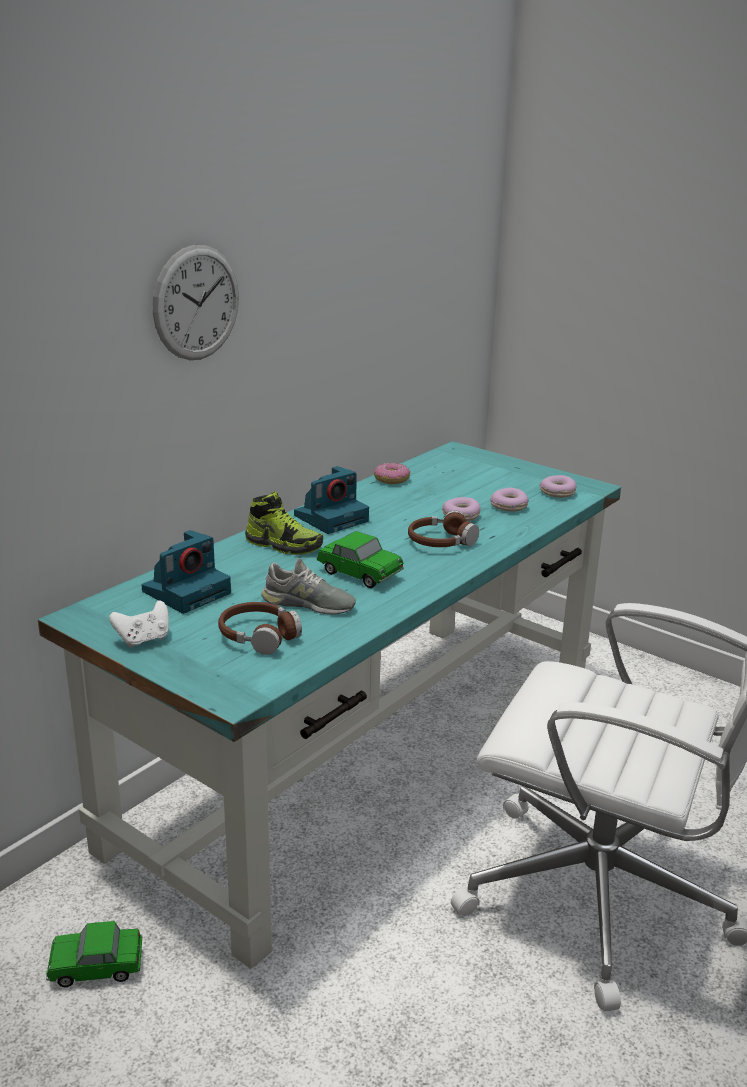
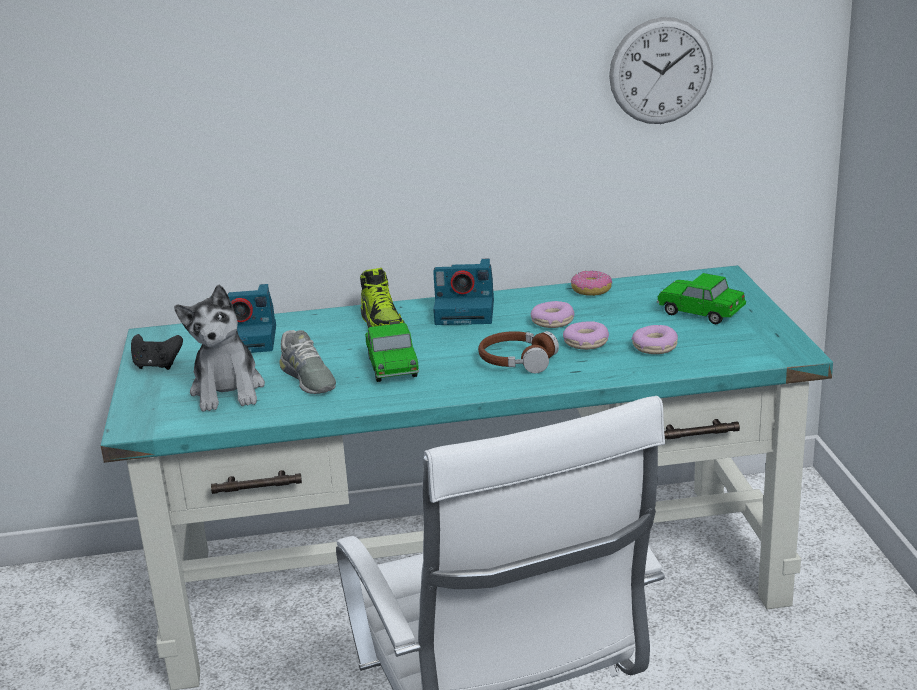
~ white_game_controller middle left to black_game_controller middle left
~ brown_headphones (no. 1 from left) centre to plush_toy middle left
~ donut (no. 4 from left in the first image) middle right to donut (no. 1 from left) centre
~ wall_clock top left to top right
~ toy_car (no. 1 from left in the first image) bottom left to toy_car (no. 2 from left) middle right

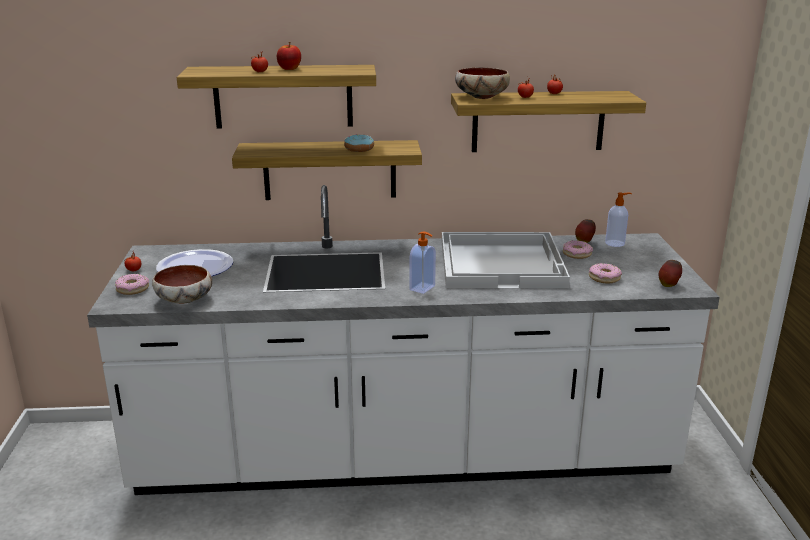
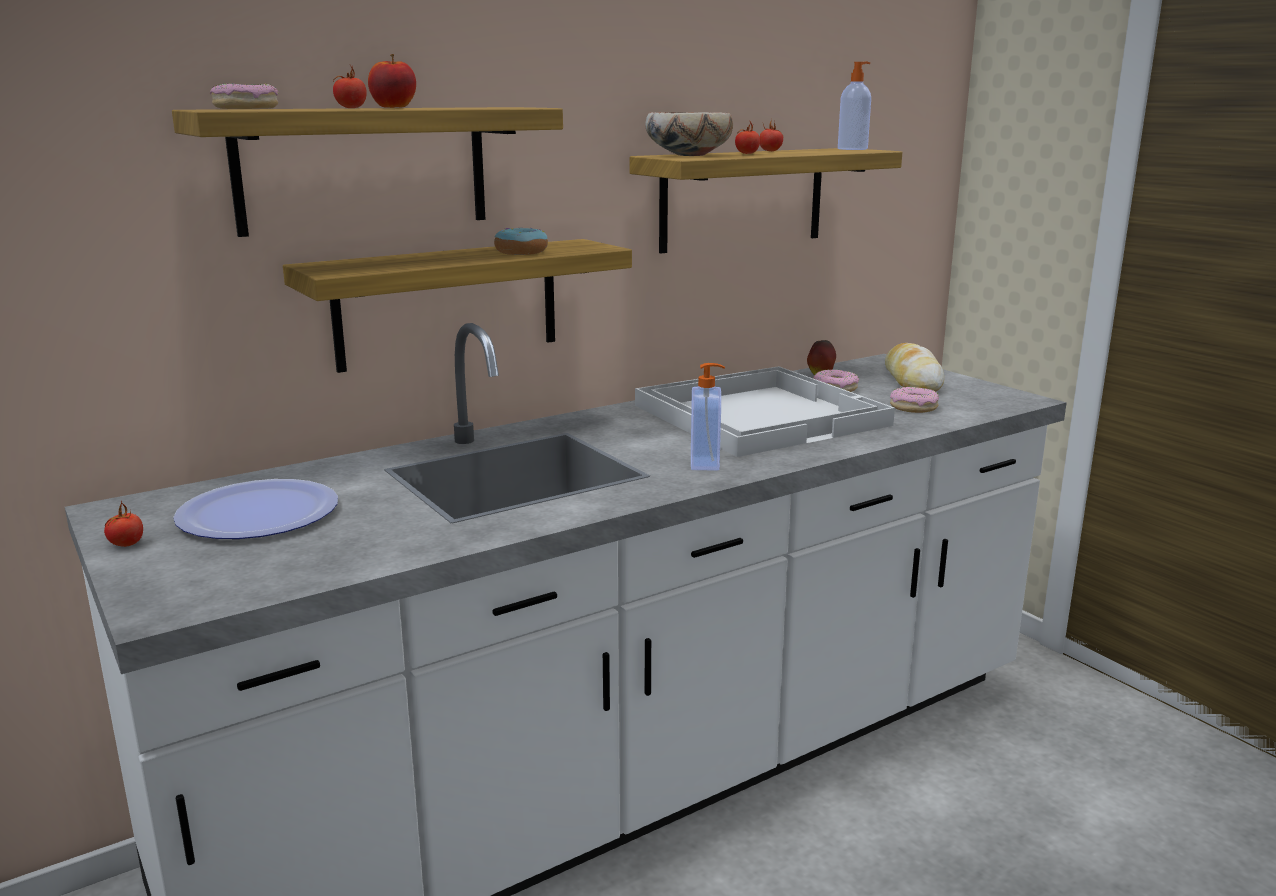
~ donut (no. 1 from left) middle left to top left
~ soap_dispenser (no. 2 from left) middle right to top right
+ bread middle right
- bowl (no. 1 from left) middle left
- apple (no. 3 from left) middle right

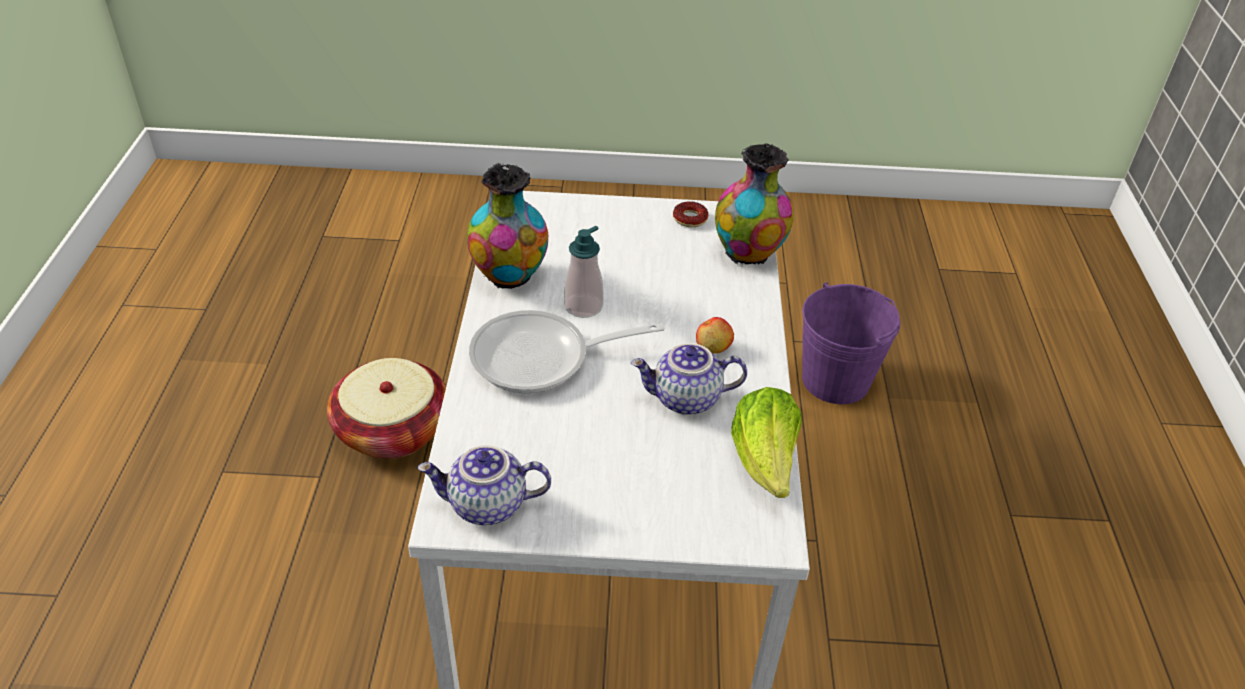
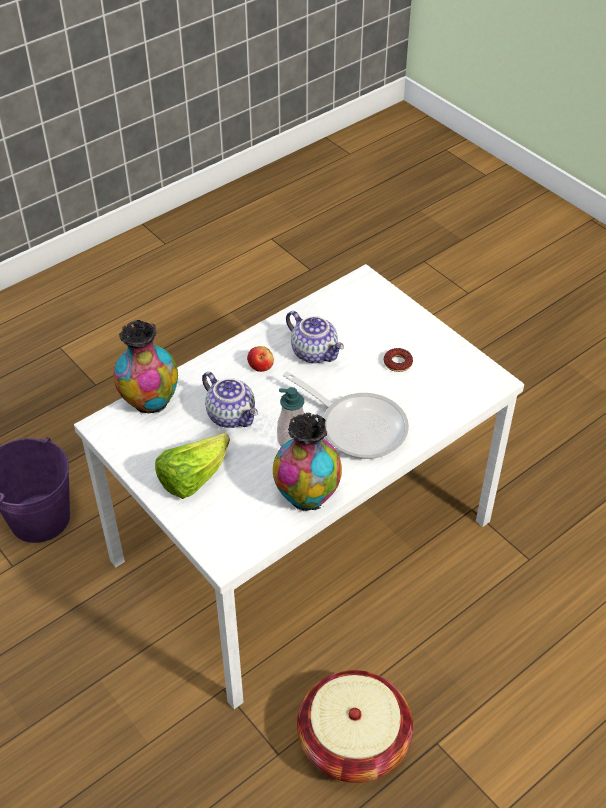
~ lettuce centre to middle left
~ teapot (no. 1 from left) bottom centre to centre
~ donut top centre to centre

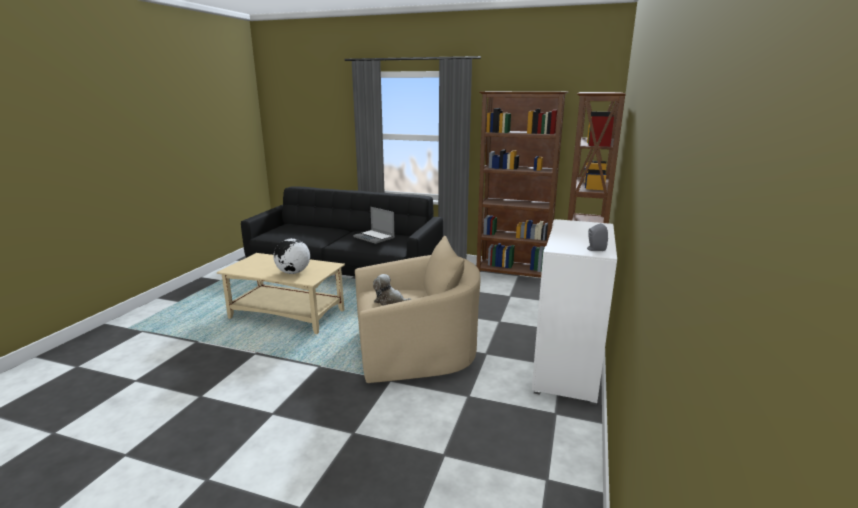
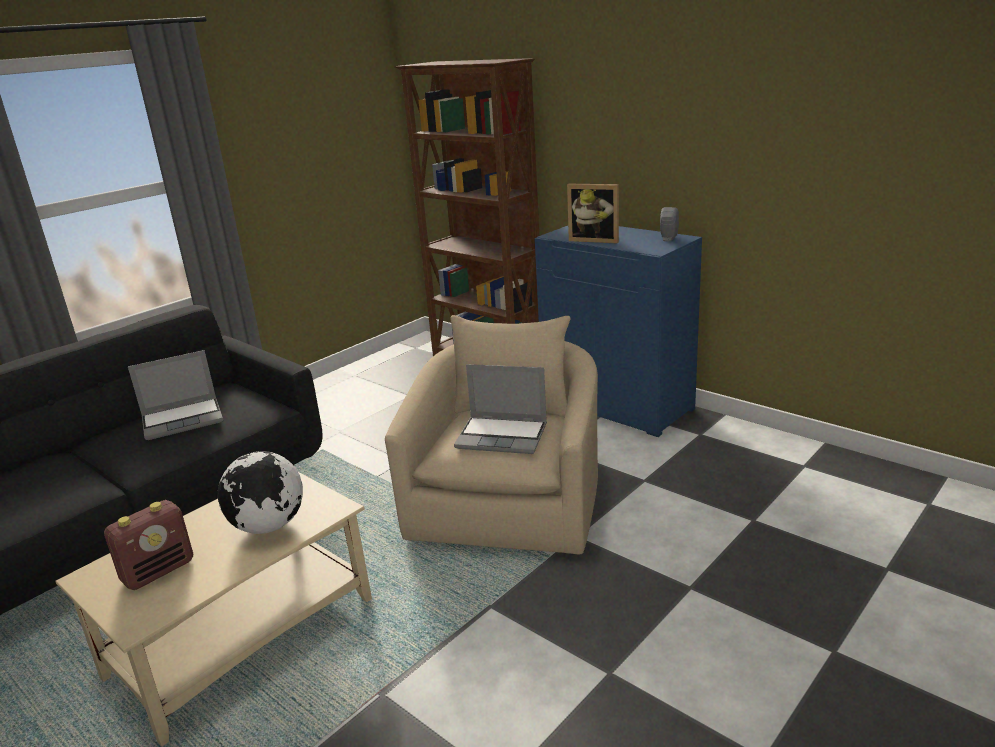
+ radio bottom left
~ plush_toy centre to laptop (no. 2 from left) centre
~ white_cabinet middle right to blue_cabinet centre
+ picture_frame top centre
- brown_bookcase (no. 1 from left) centre

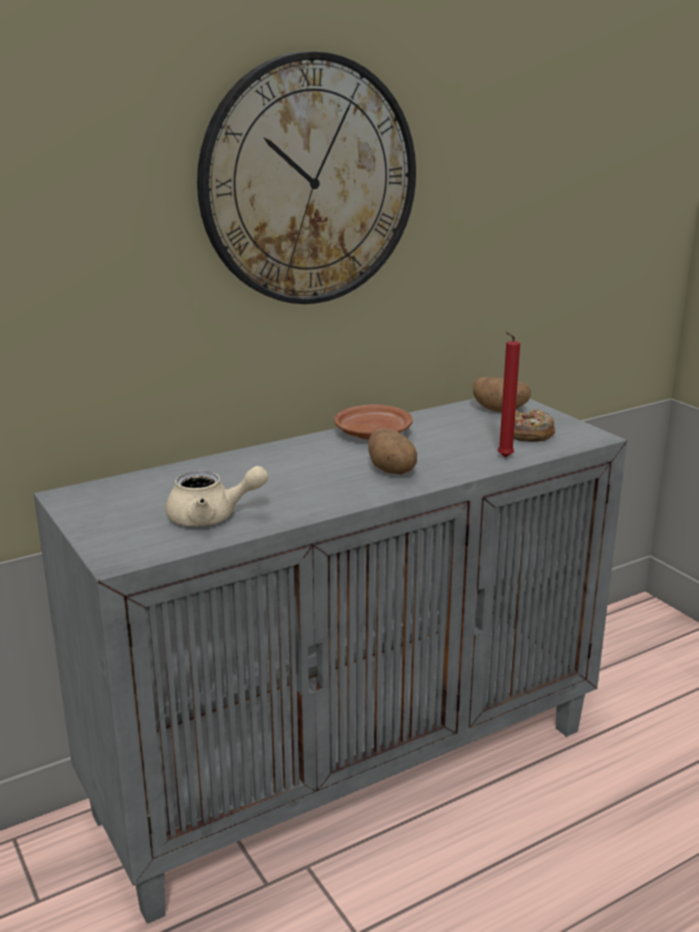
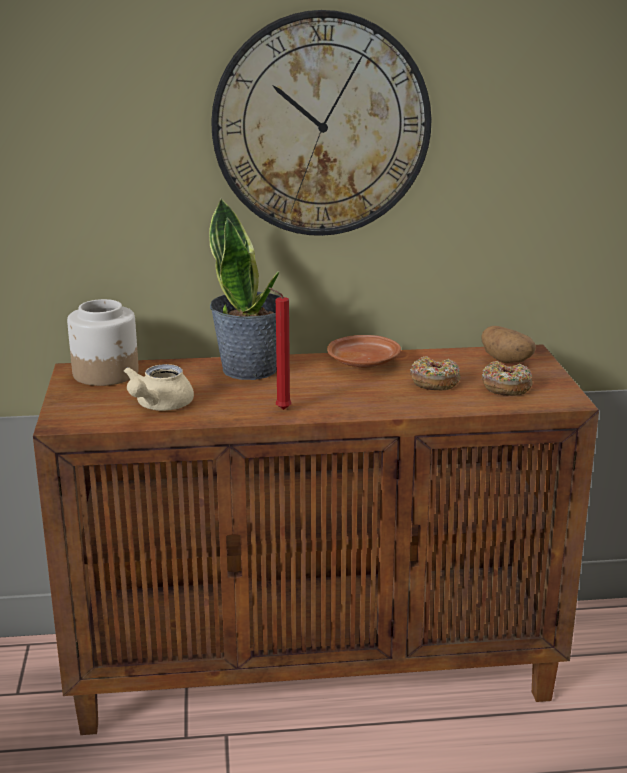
~ grey_cabinet bottom centre to brown_cabinet bottom centre
+ jar middle left
~ beige_teapot middle left = middle left 90 degrees clockwise
+ potted_plant centre
~ red_candle middle right to centre
+ donut (no. 1 from left) middle right
- potato (no. 1 from left) centre

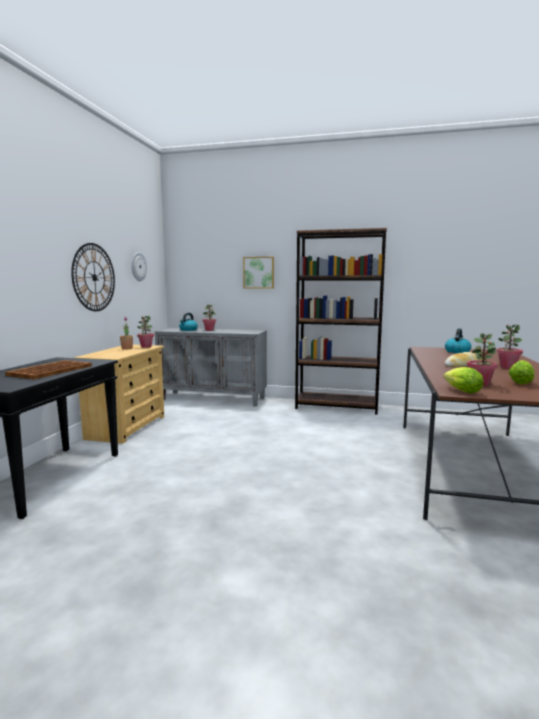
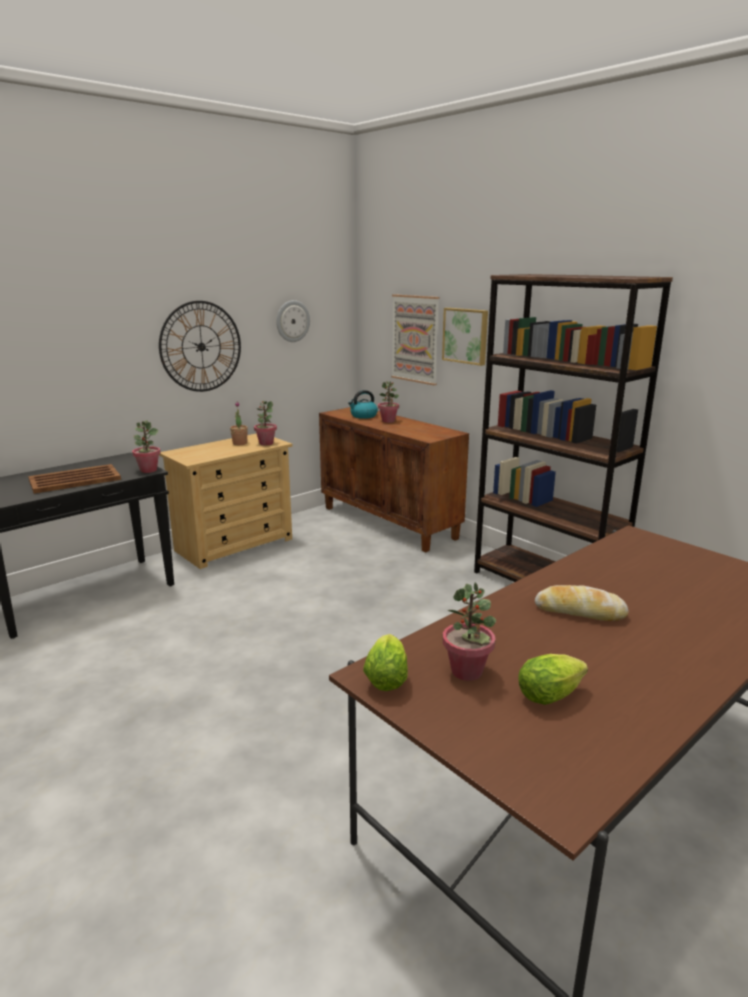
~ potted_plant (no. 5 from left in the first image) middle right to potted_plant (no. 1 from left) middle left
~ grey_cabinet centre to brown_cabinet centre
+ picture (no. 1 from left) centre
- kettle (no. 2 from left) middle right

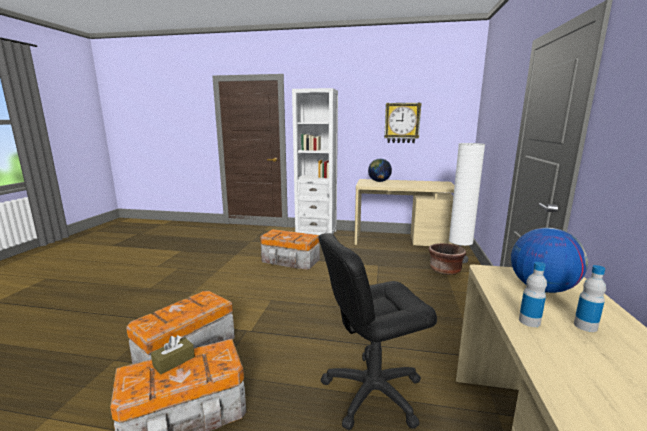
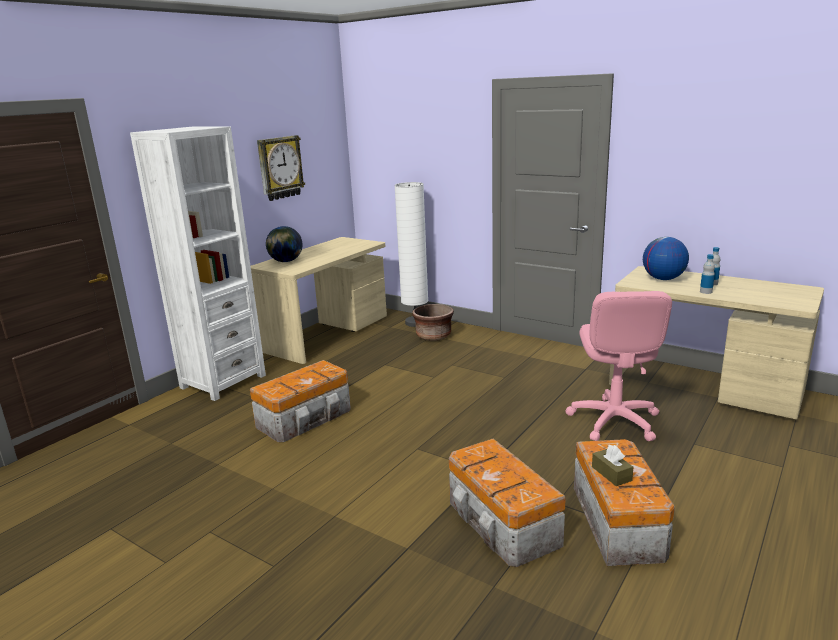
~ black_office_chair bottom centre to pink_office_chair middle right

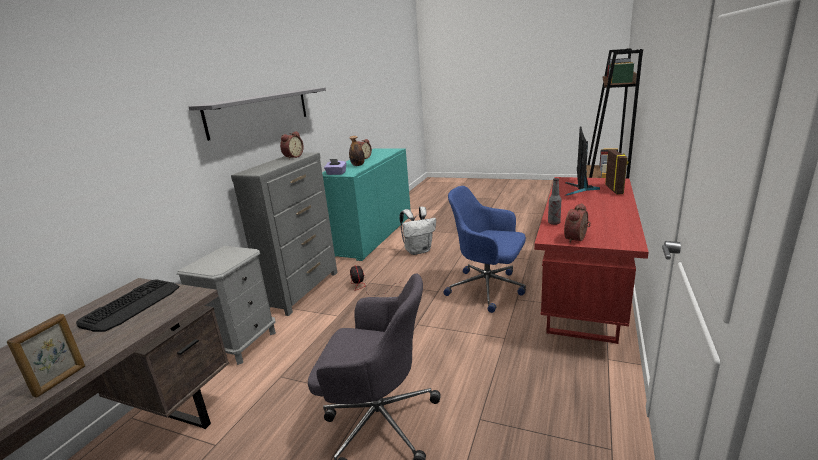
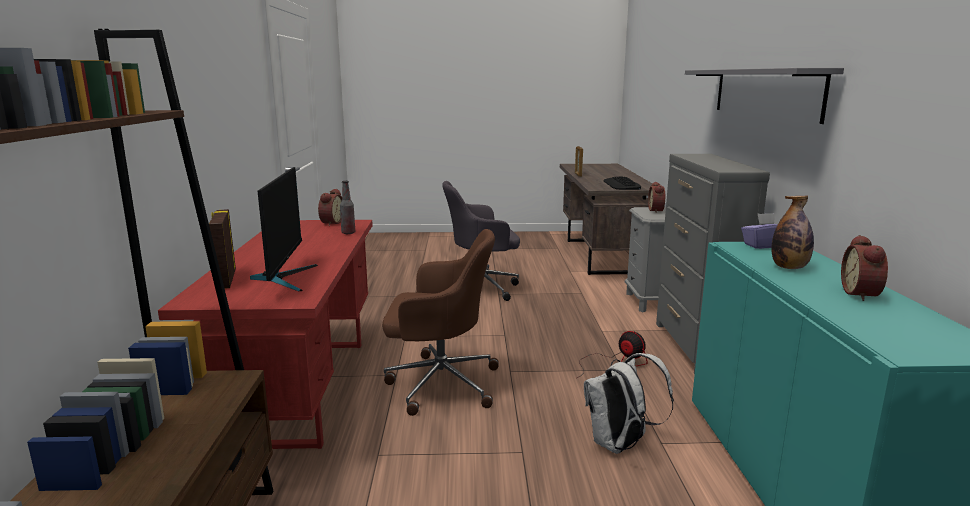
~ blue_office_chair centre to brown_office_chair centre
~ alarm_clock (no. 1 from left in the first image) top centre to alarm_clock (no. 2 from left) middle right

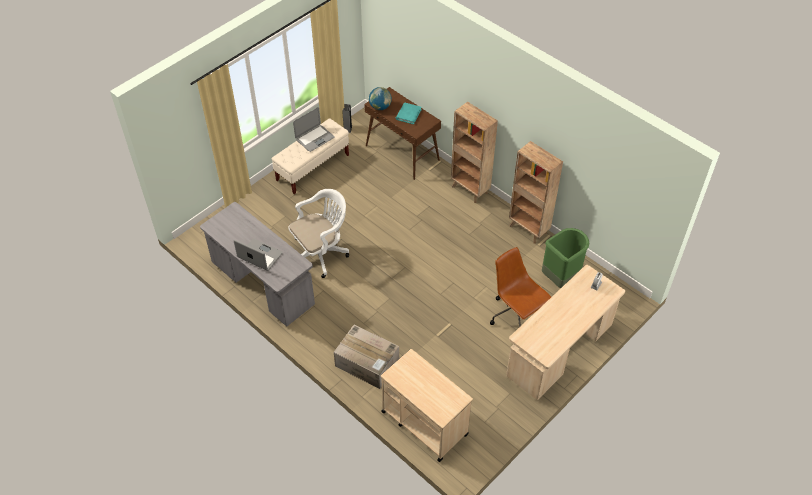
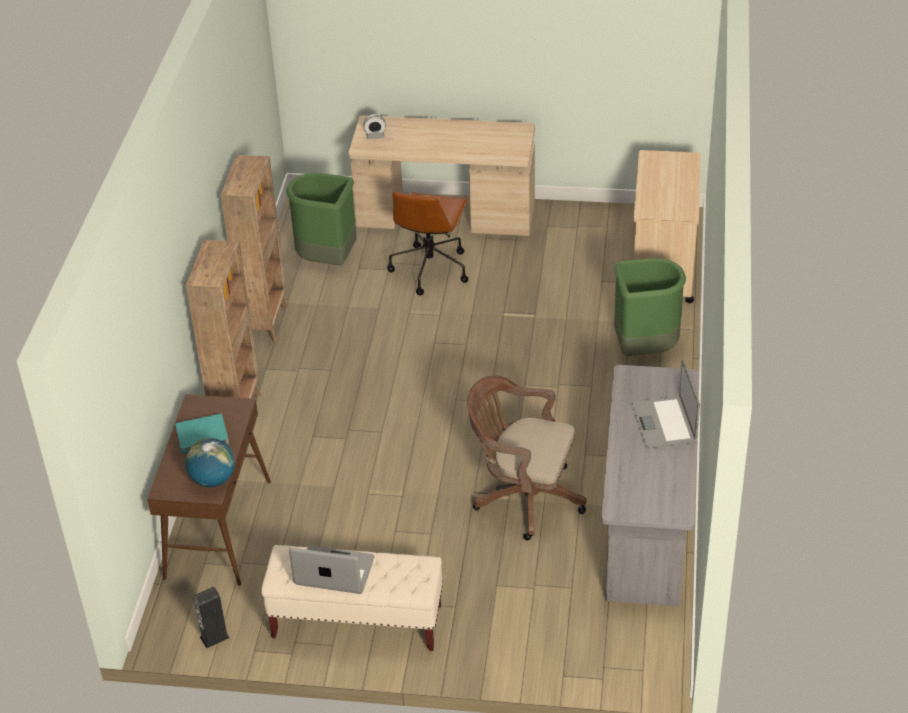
~ white_office_chair centre to brown_office_chair (no. 2 from left) centre
~ cardboard_box bottom centre to green_trash_can (no. 2 from left) middle right

